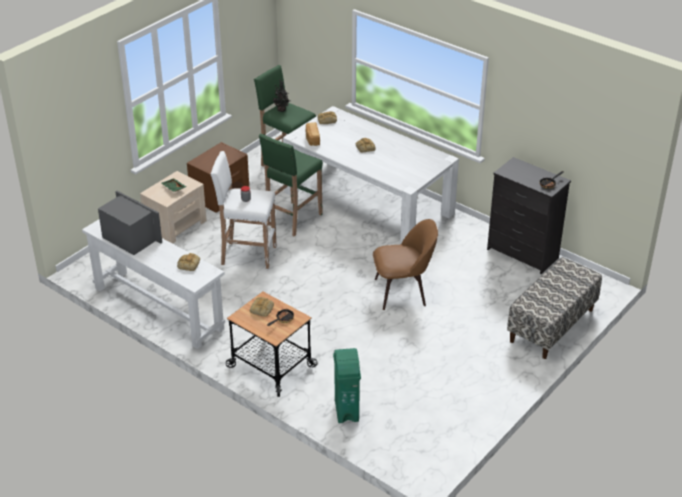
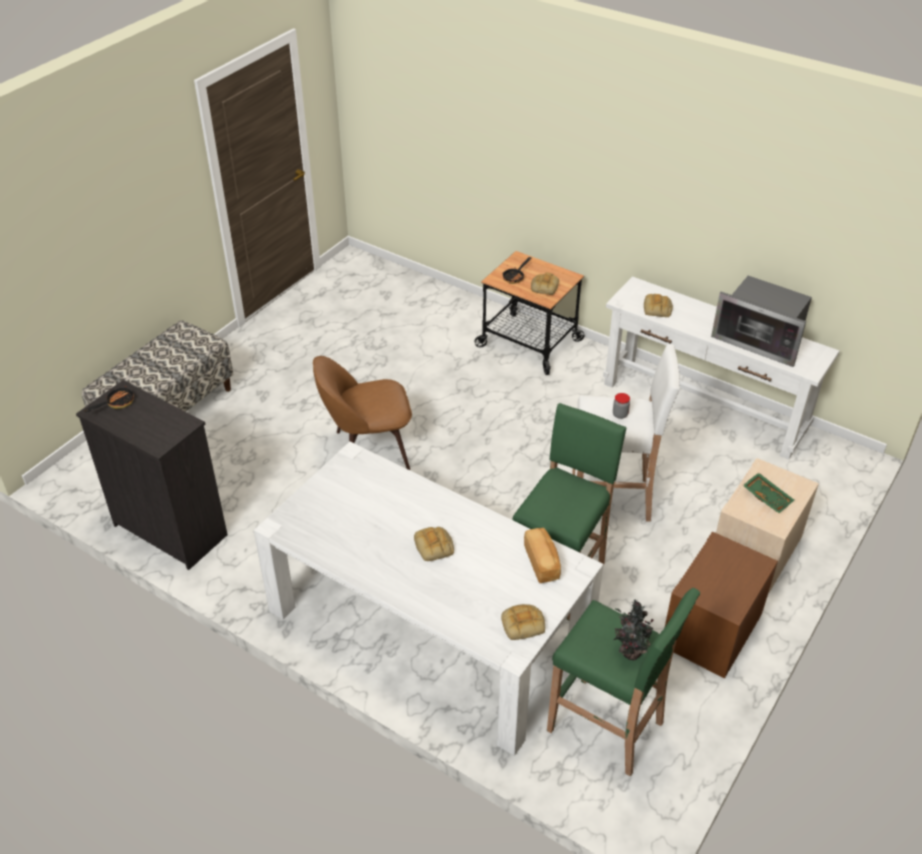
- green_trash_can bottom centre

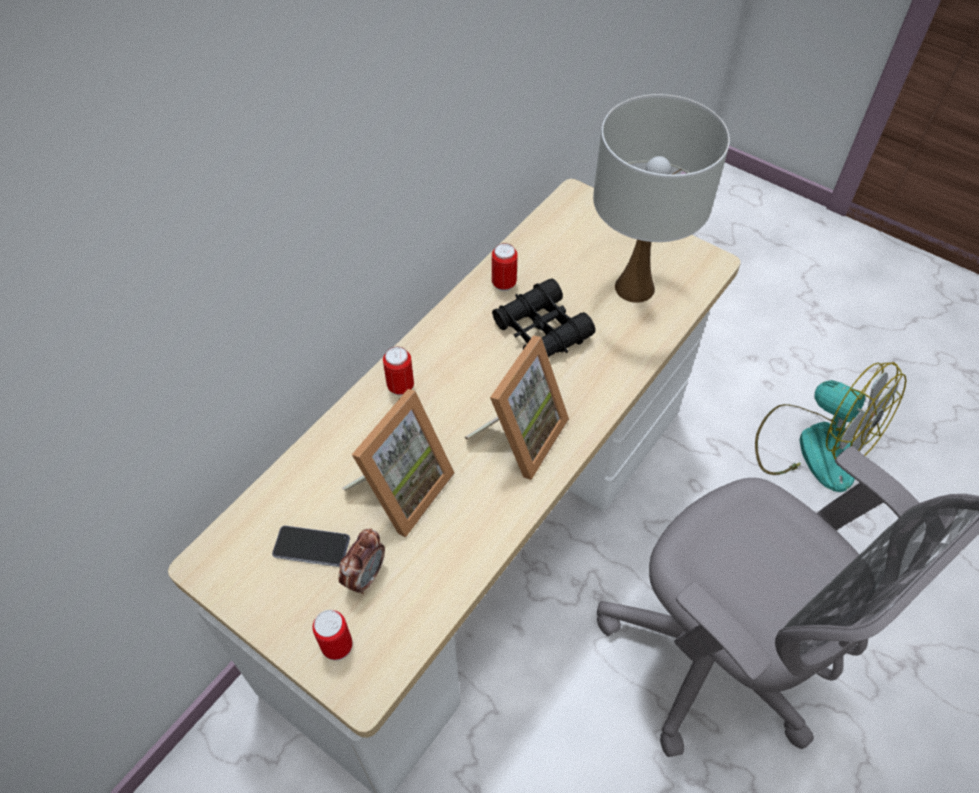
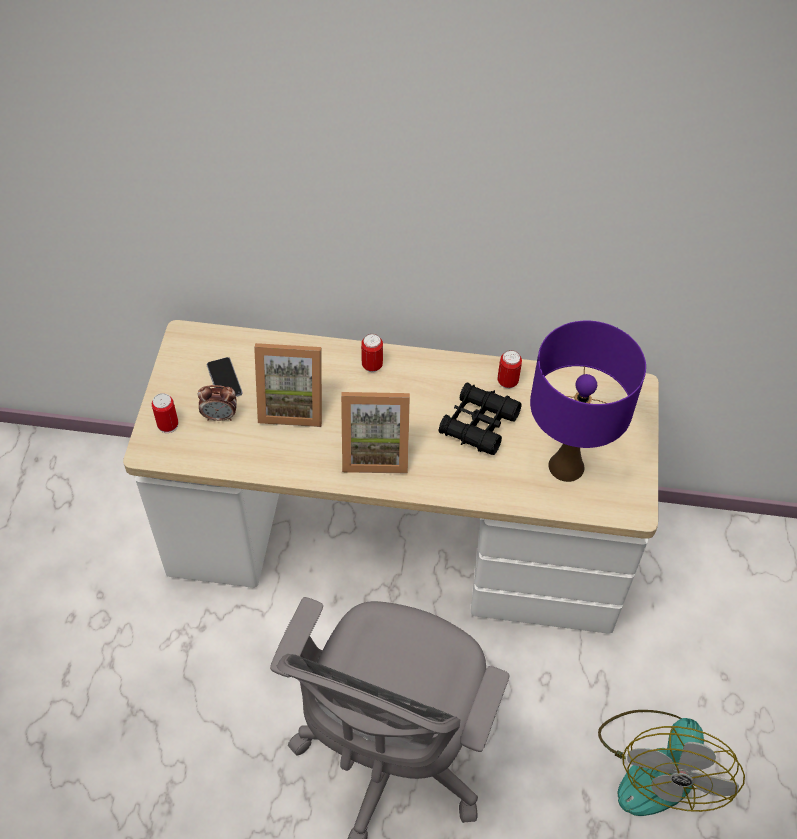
~ white_table_lamp top right to purple_table_lamp middle right

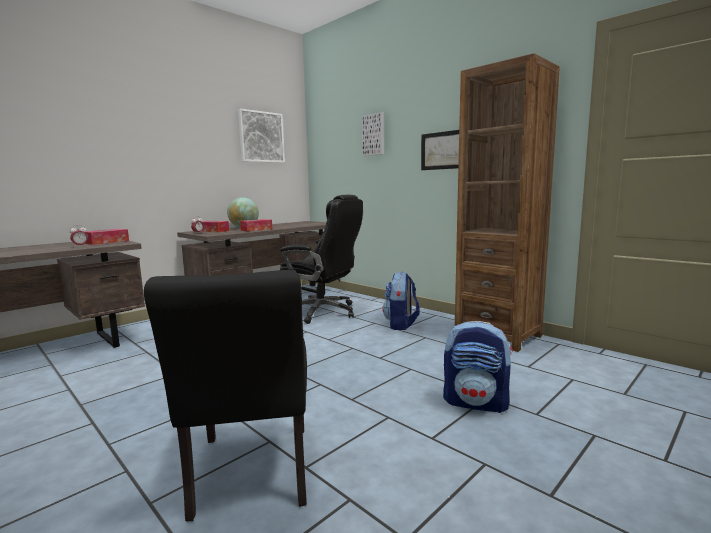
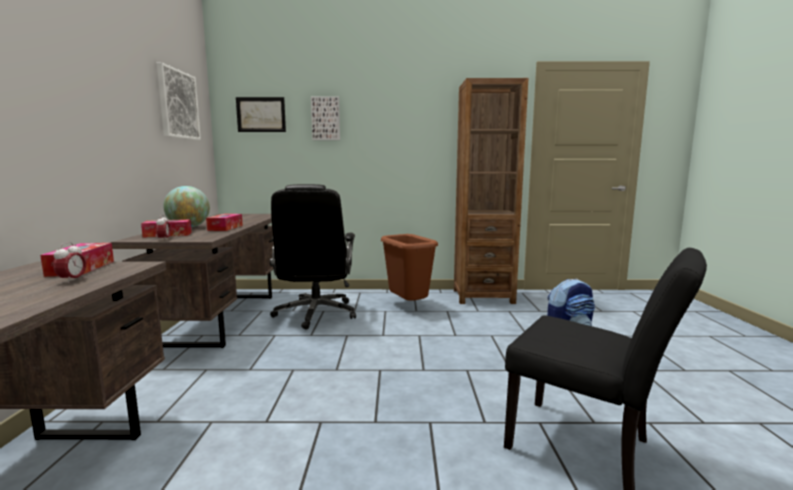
~ picture (no. 3 from left in the first image) top centre to picture (no. 2 from left) top left
~ black_office_chair centre = centre 105 degrees clockwise
~ backpack (no. 1 from left) centre to brown_trash_can centre

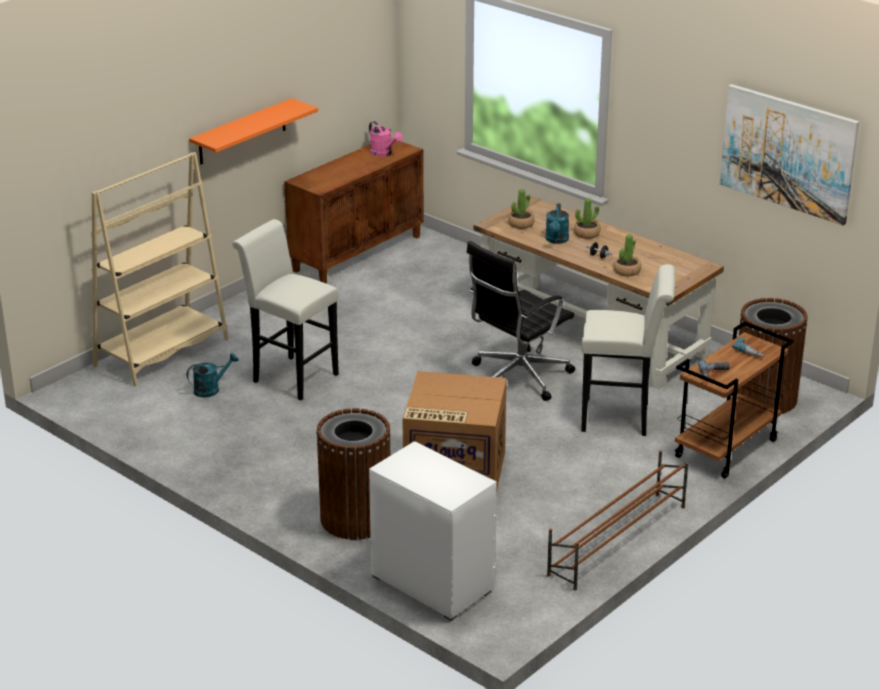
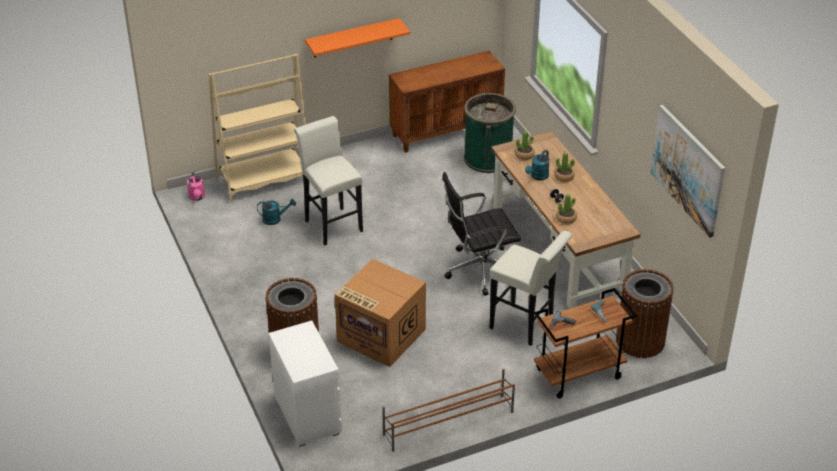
~ pink_watering_can top centre to middle left
+ green_trash_can top centre

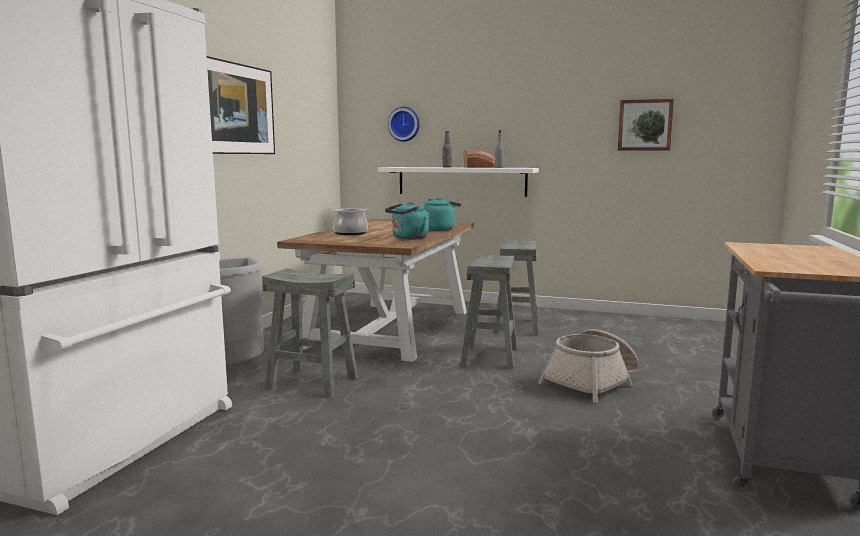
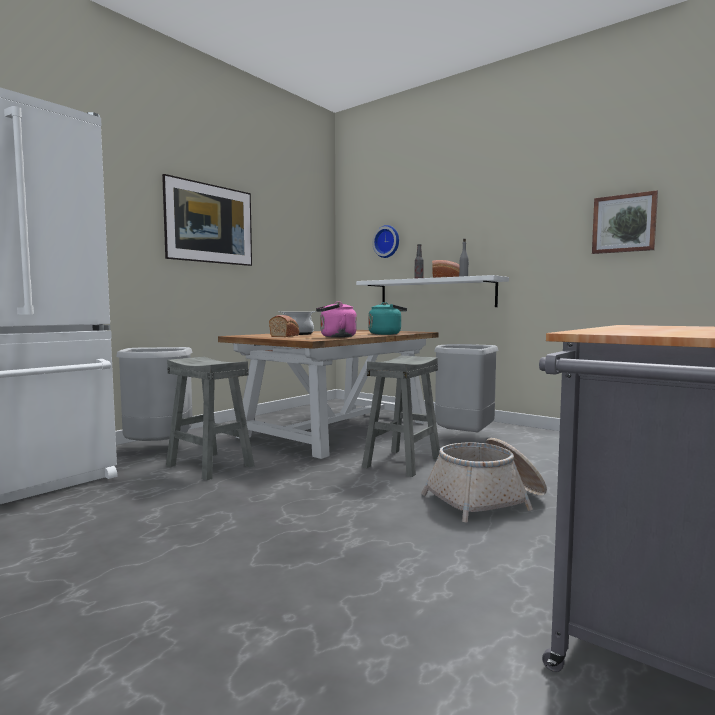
+ bread (no. 1 from left) centre
~ turquoise_kettle (no. 1 from left) centre to pink_kettle centre
~ grey_stool (no. 3 from left) centre to grey_trash_can (no. 2 from left) centre

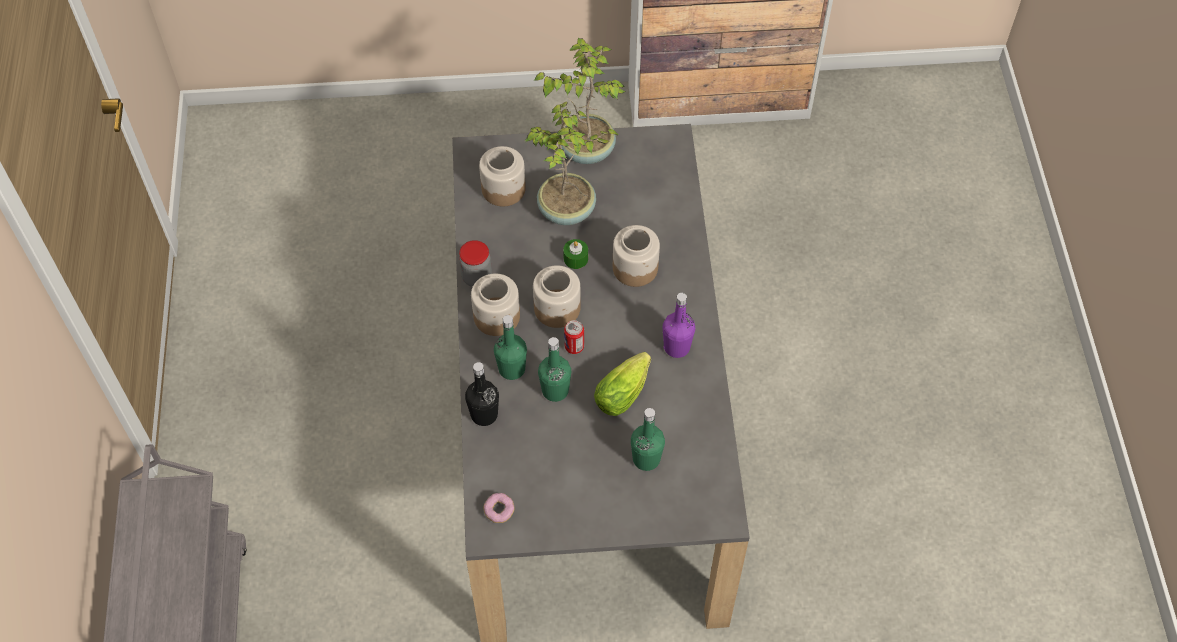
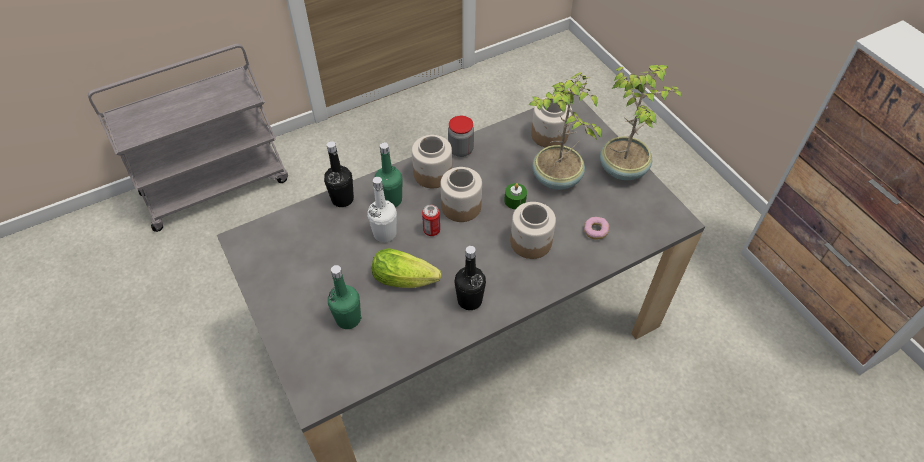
~ green_bottle (no. 2 from left) centre to white_bottle centre
~ purple_bottle centre to black_bottle (no. 2 from left) centre
~ donut bottom centre to centre

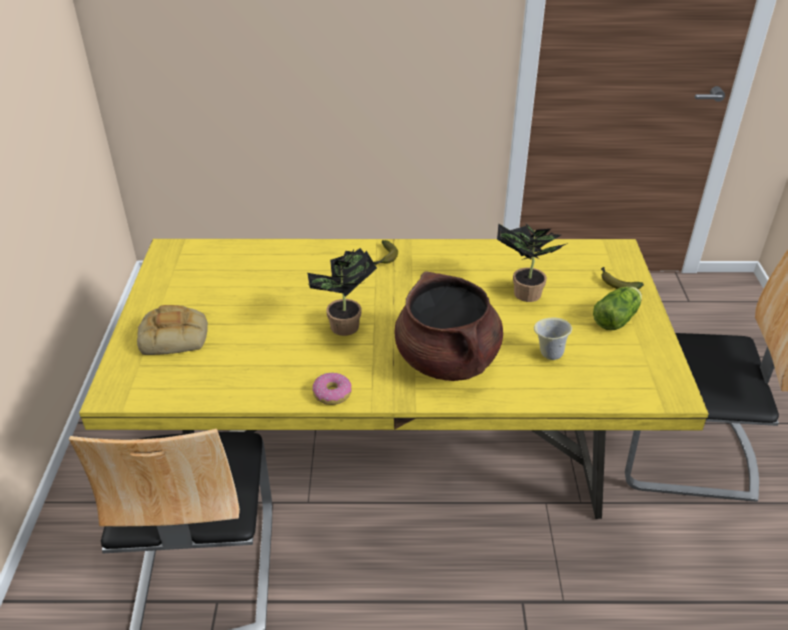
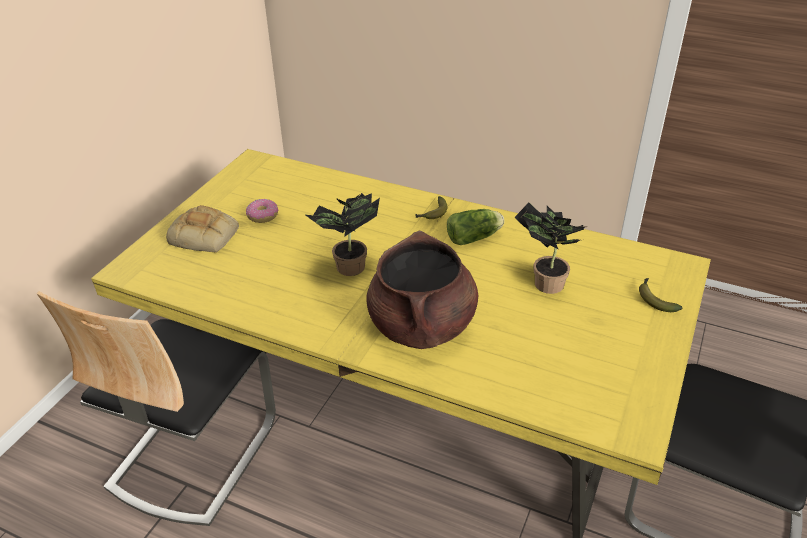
~ donut centre to middle left
~ lettuce middle right to centre
- beige_mug middle right

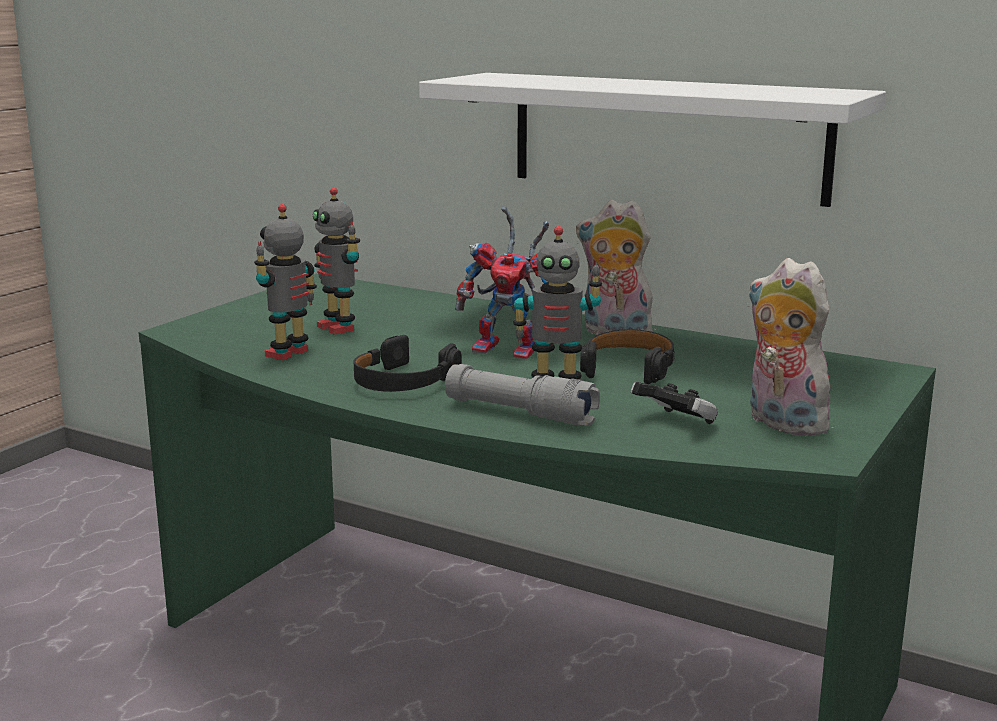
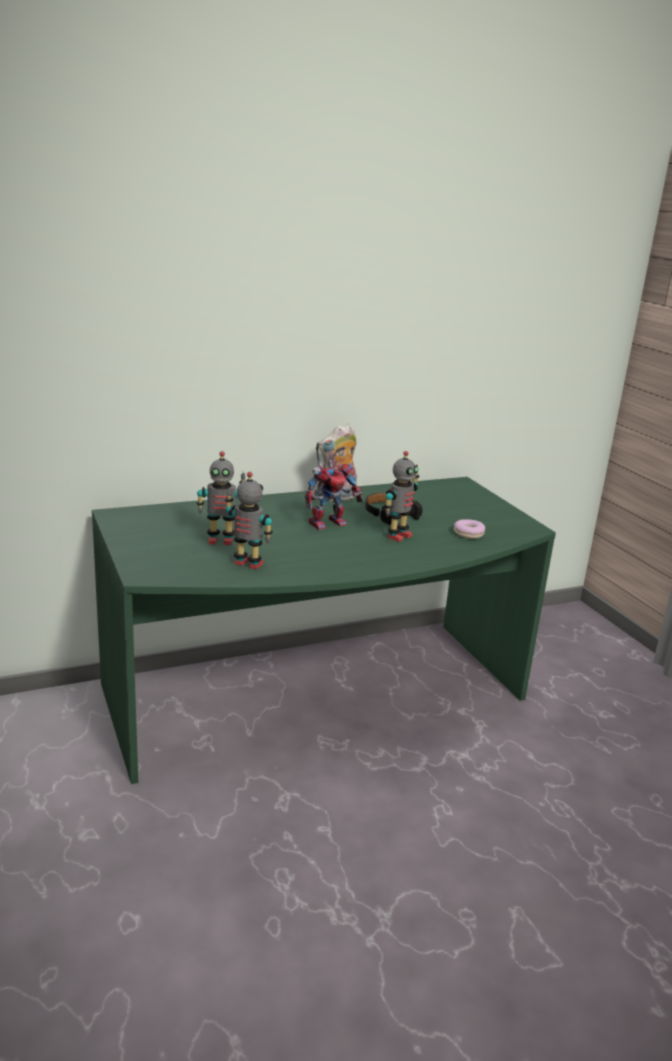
~ toy_robot (no. 1 from left in the first image) middle left = centre 135 degrees clockwise
~ game_controller middle right to donut middle right
- black_headphones (no. 1 from left) centre
- white_shelf top centre
- grey_flashlight centre
- plush_toy (no. 2 from left) middle right

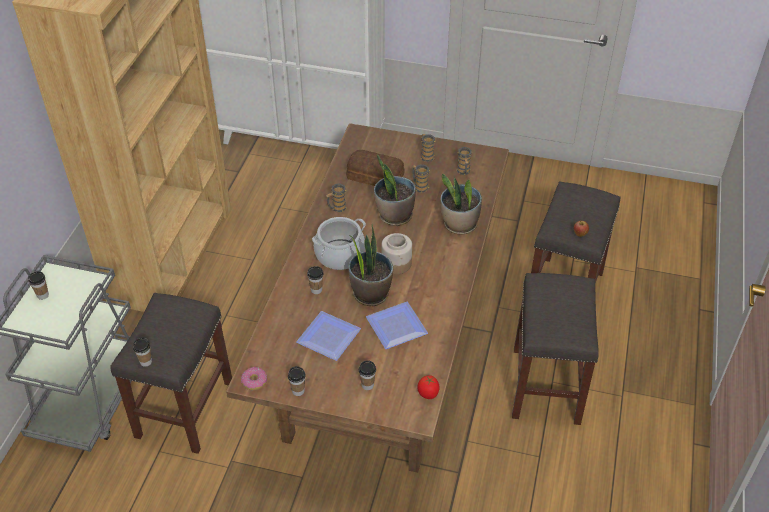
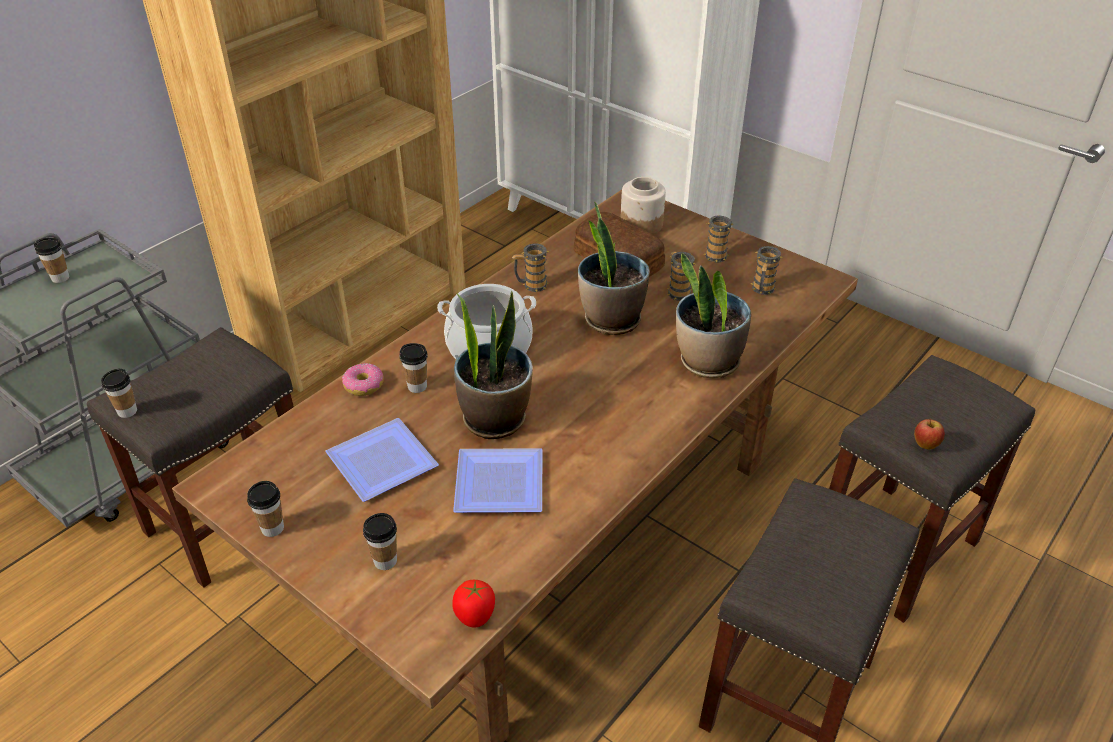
~ donut bottom left to middle left
~ jar centre to top centre

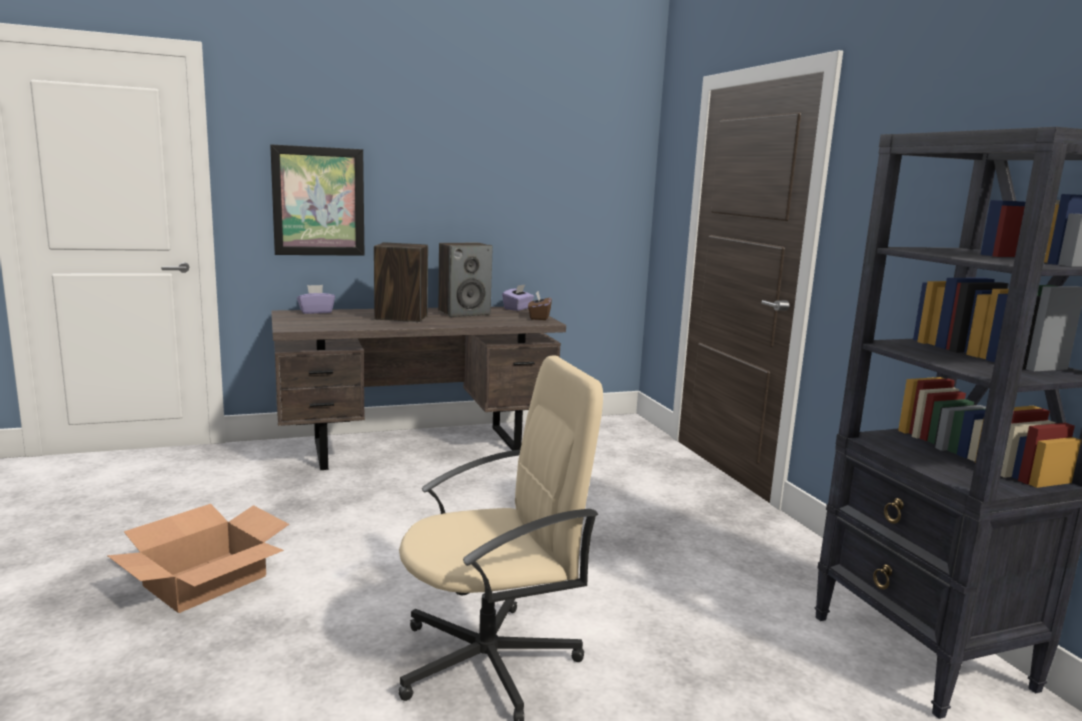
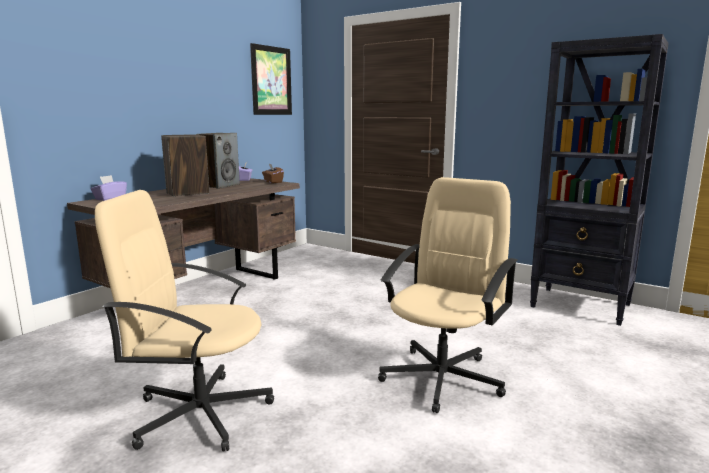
~ cardboard_box bottom left to beige_office_chair (no. 1 from left) bottom left
~ picture top left to top centre

